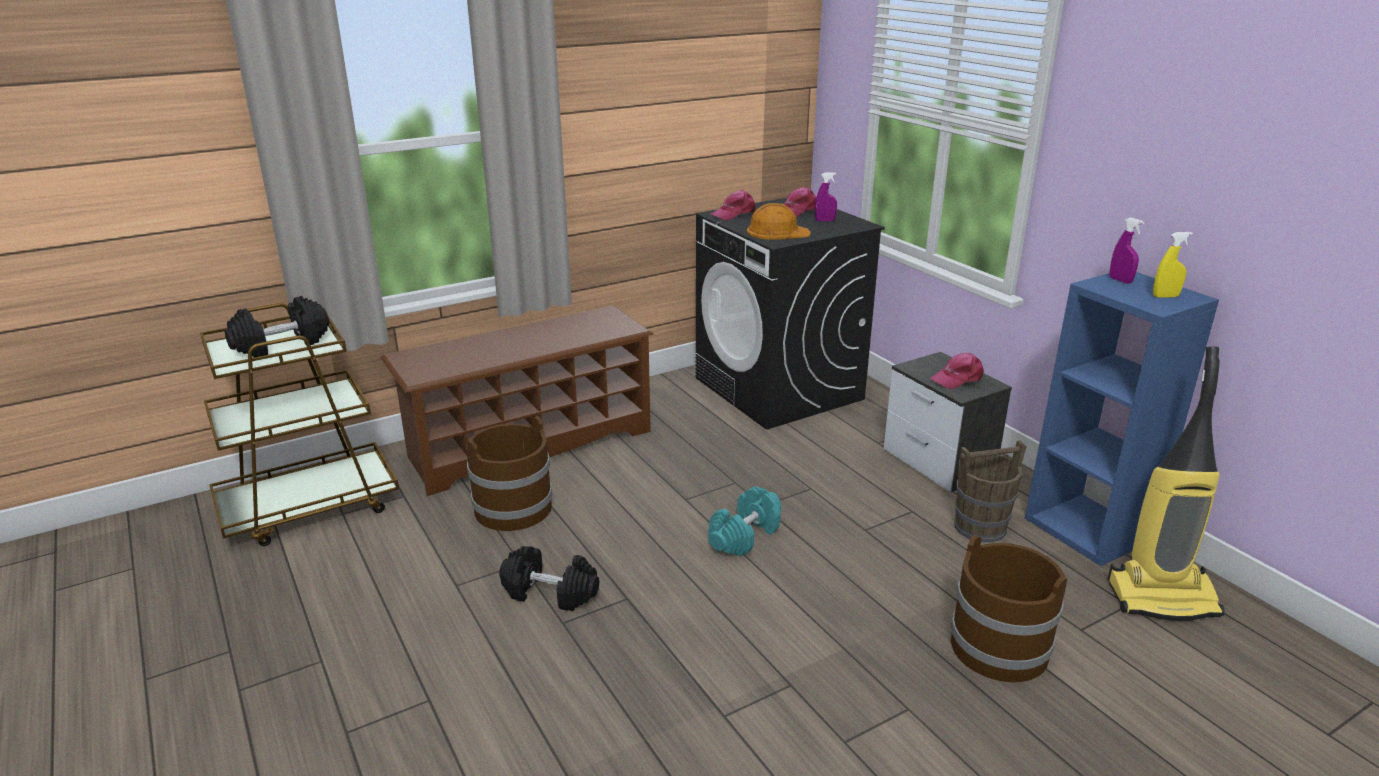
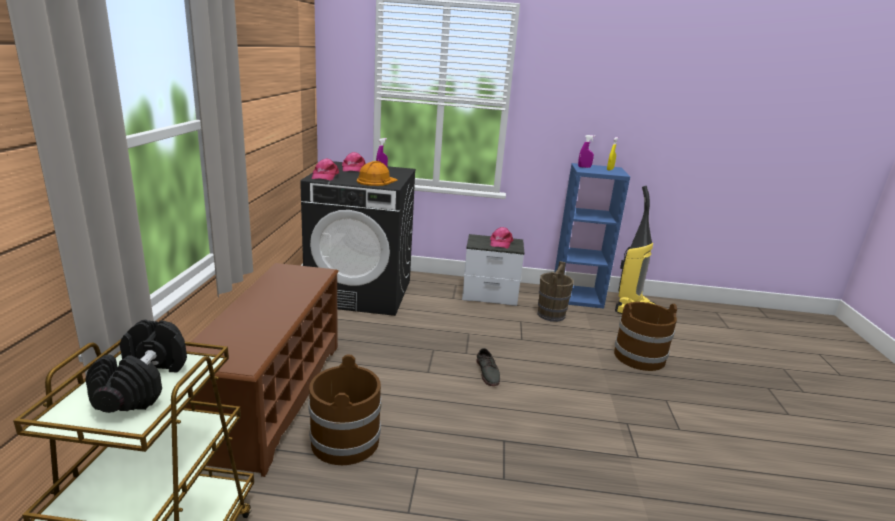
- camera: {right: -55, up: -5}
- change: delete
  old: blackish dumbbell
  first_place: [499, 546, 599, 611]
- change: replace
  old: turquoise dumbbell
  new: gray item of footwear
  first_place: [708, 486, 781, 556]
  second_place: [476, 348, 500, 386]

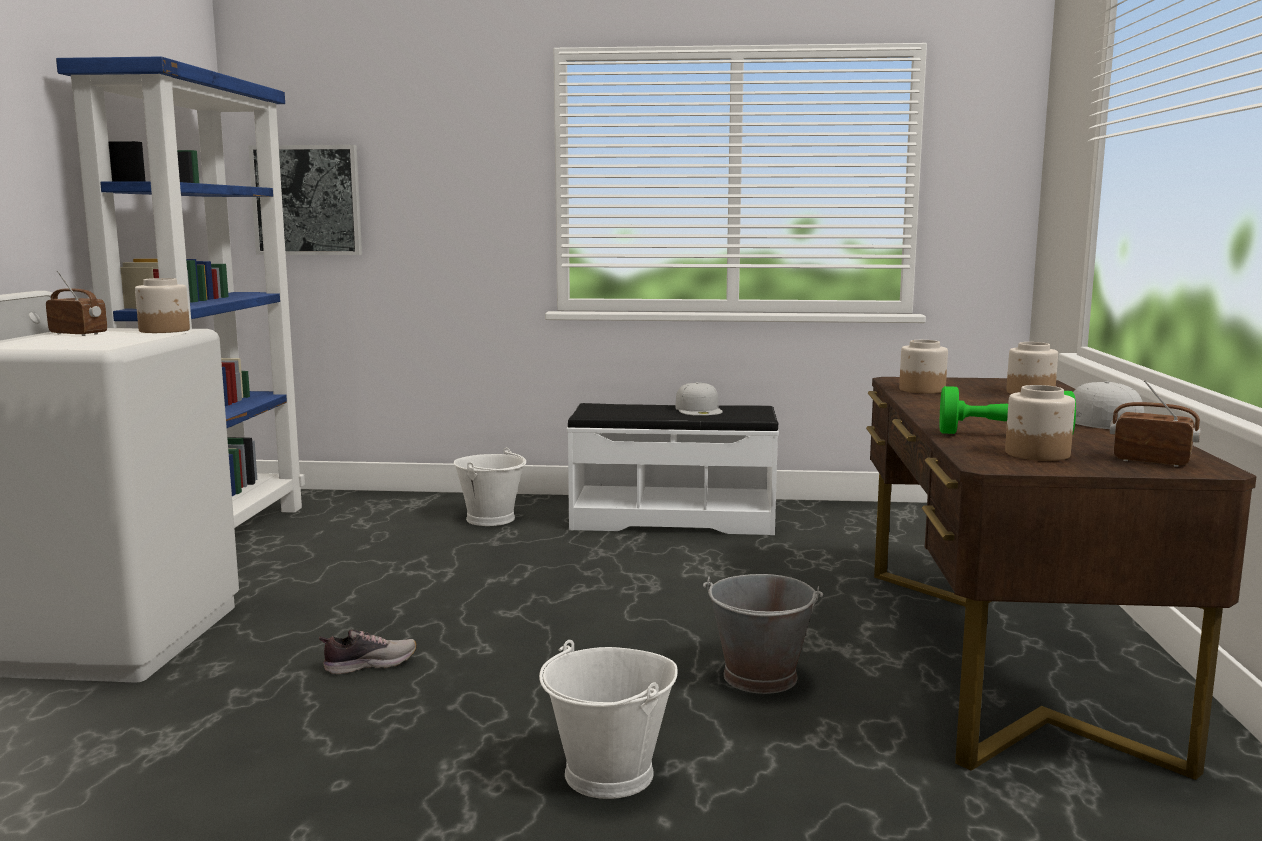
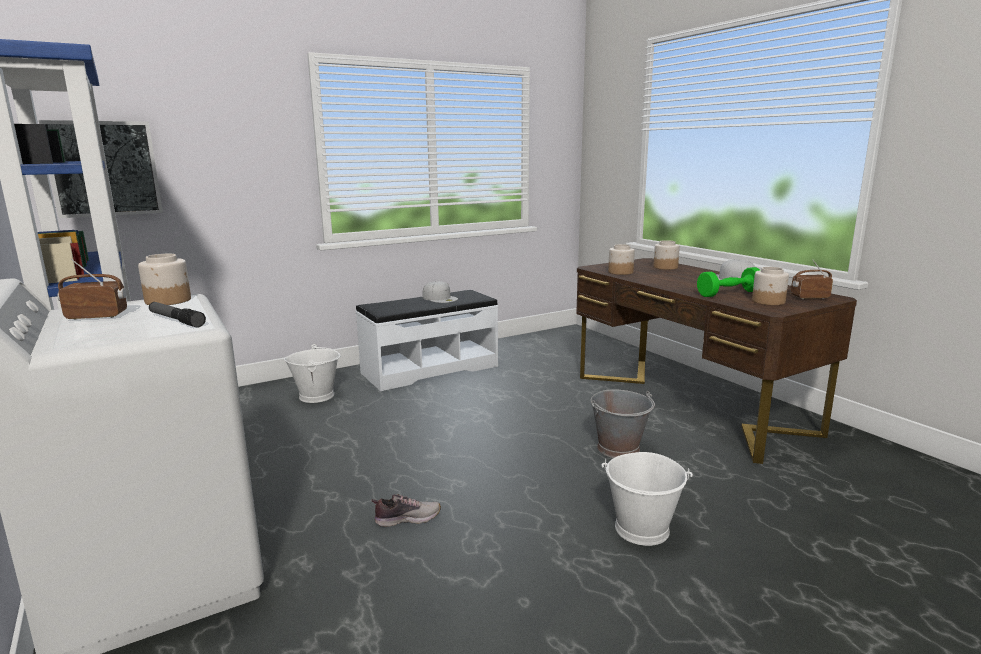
- camera: {right: -35, up: 5}
- change: rotate
  old: item of footwear
  first_place: [319, 629, 416, 674]
  second_place: [372, 494, 441, 527]
  degrees: 45
- change: insert
  new: flashlight
  second_place: [149, 302, 206, 327]

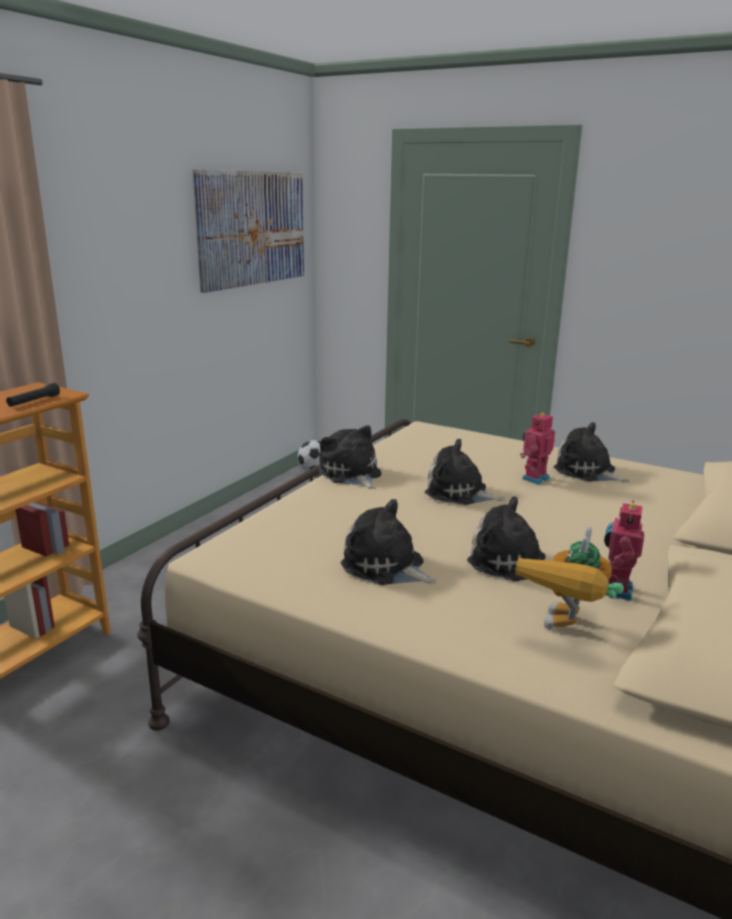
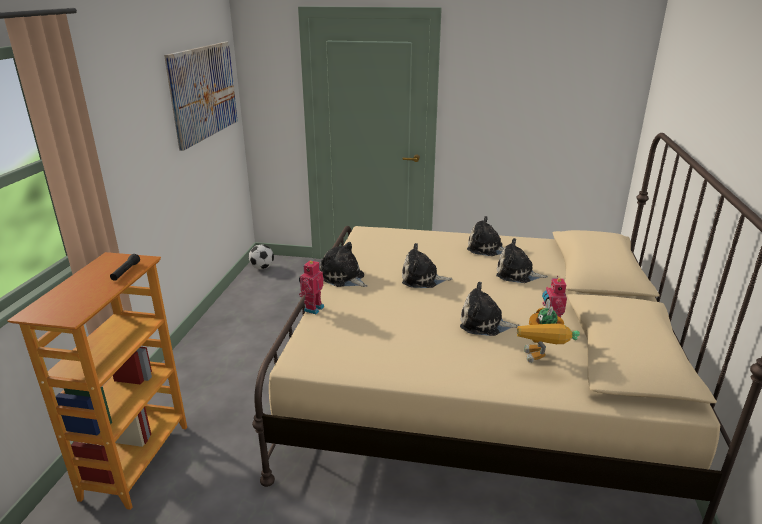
- camera: {right: -20, up: 5}
- change: move
  old: plush toy
  first_place: [341, 499, 437, 585]
  second_place: [496, 238, 548, 283]
- change: move
  old: model robot
  first_place: [520, 412, 555, 484]
  second_place: [299, 259, 324, 314]

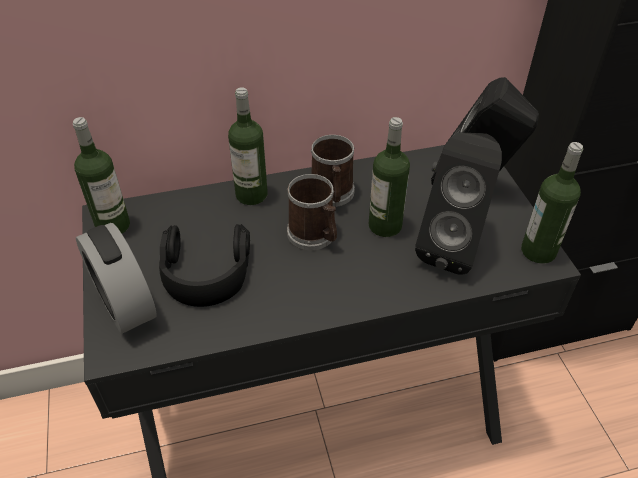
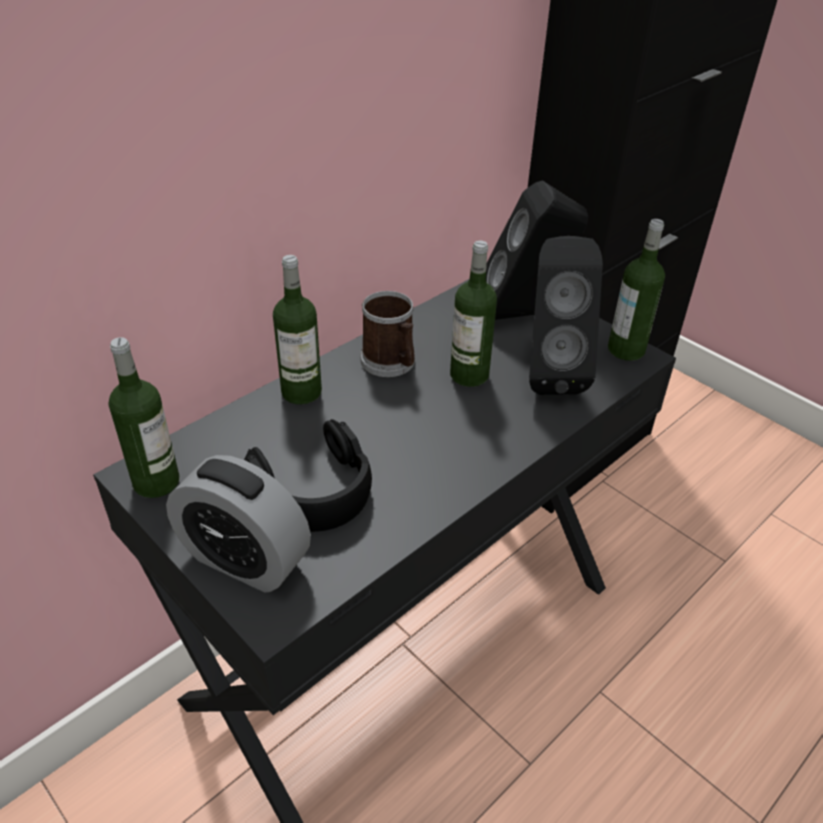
- camera: {right: -30, up: -5}
- change: delete
  old: tea mug
  first_place: [287, 174, 337, 250]

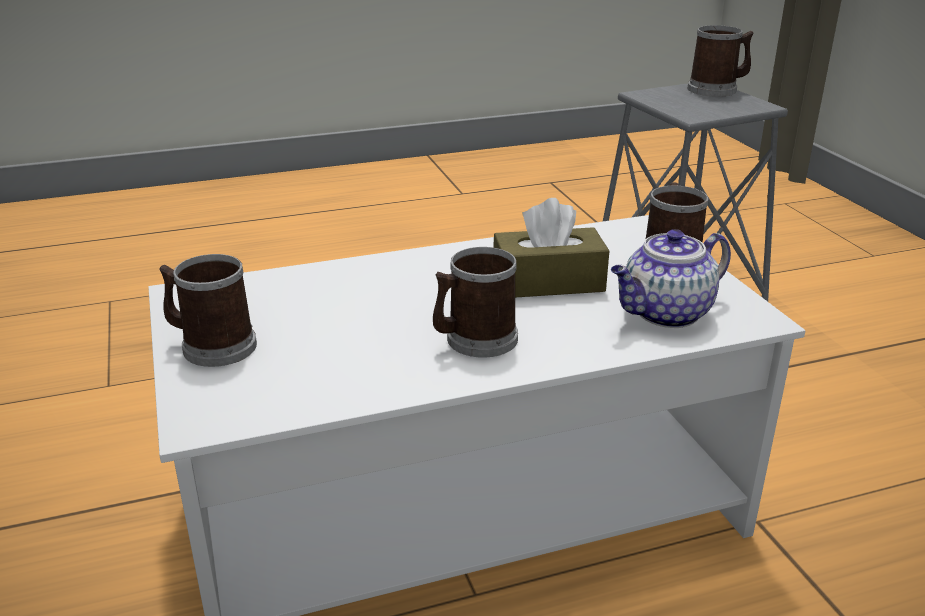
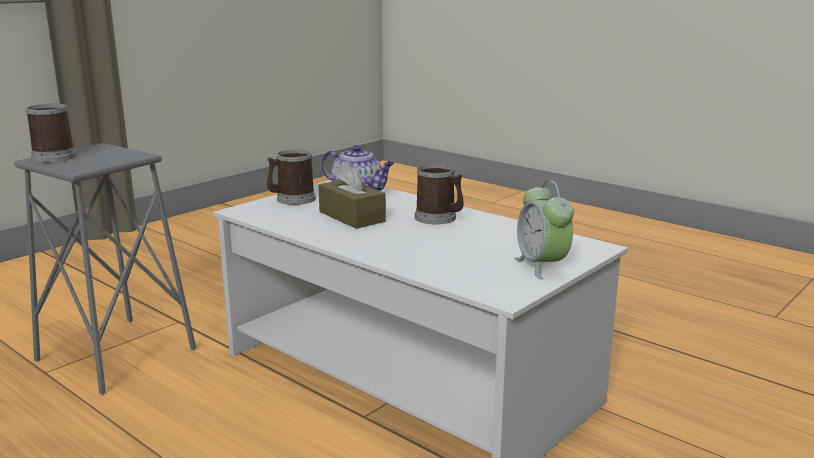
- camera: {right: -120, up: -10}
- change: replace
  old: tea mug
  new: bedside clock
  first_place: [159, 254, 257, 367]
  second_place: [514, 180, 574, 279]

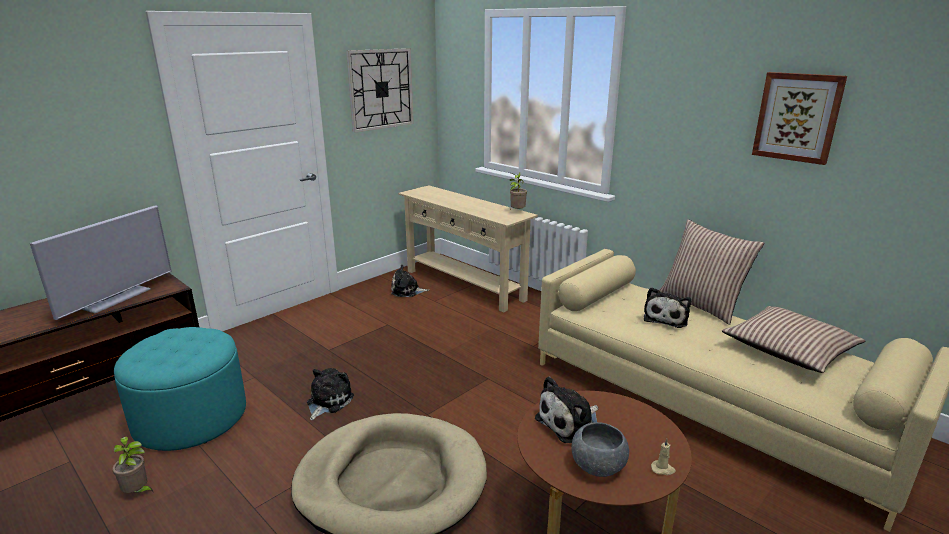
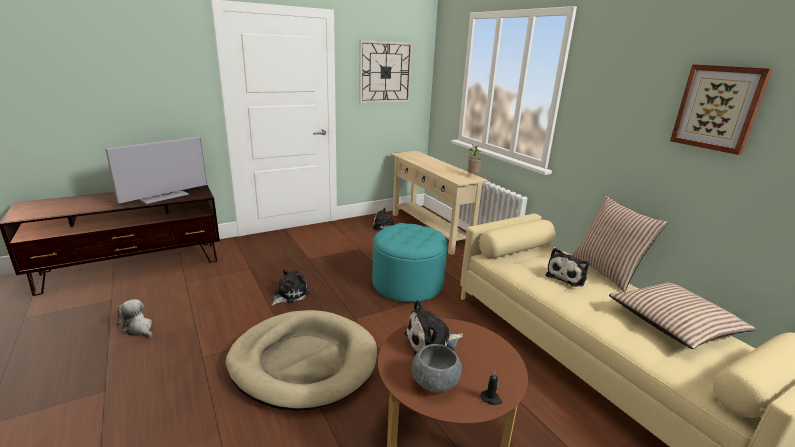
- camera: {right: 15, up: 0}
- change: replace
  old: houseplant
  new: plush toy
  first_place: [112, 437, 153, 493]
  second_place: [117, 299, 152, 338]
- change: move
  old: turquoise ottoman
  first_place: [114, 327, 246, 451]
  second_place: [372, 223, 447, 302]
- change: recolor
  old: sand-coloured wax light
  new: blackish wax light
  first_place: [651, 439, 676, 475]
  second_place: [480, 372, 502, 405]

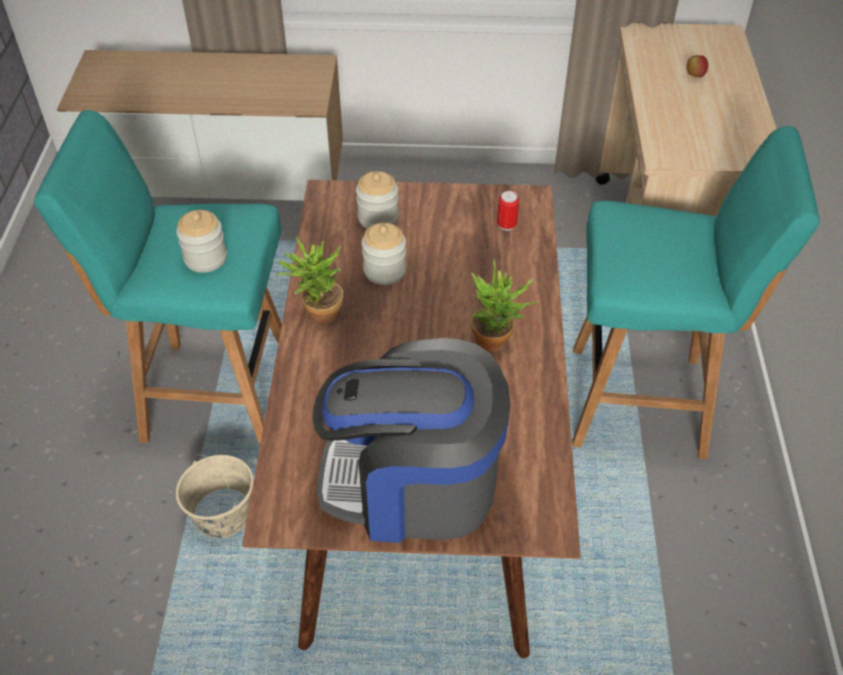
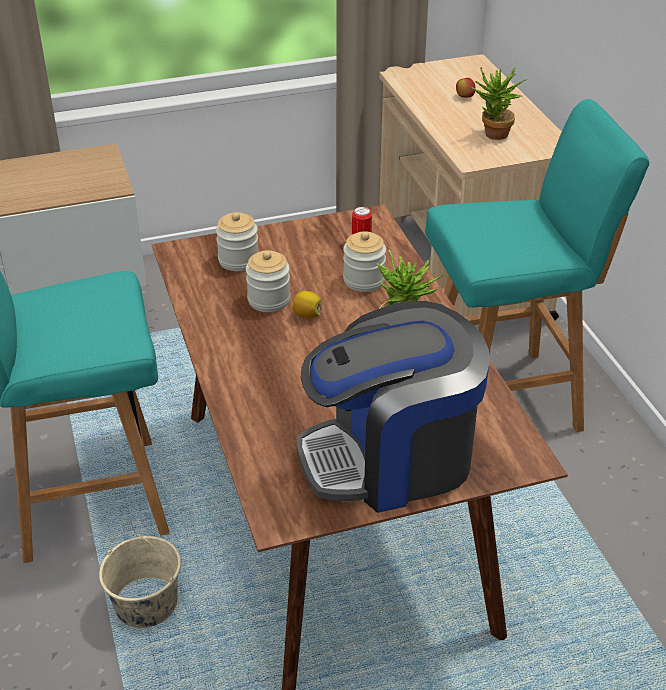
- camera: {right: -20, up: -10}
- change: move
  old: jar
  first_place: [176, 210, 227, 273]
  second_place: [343, 231, 386, 292]
- change: move
  old: houseplant
  first_place: [277, 236, 343, 324]
  second_place: [472, 67, 528, 140]
- change: insert
  new: lemon
  second_place: [292, 291, 322, 318]

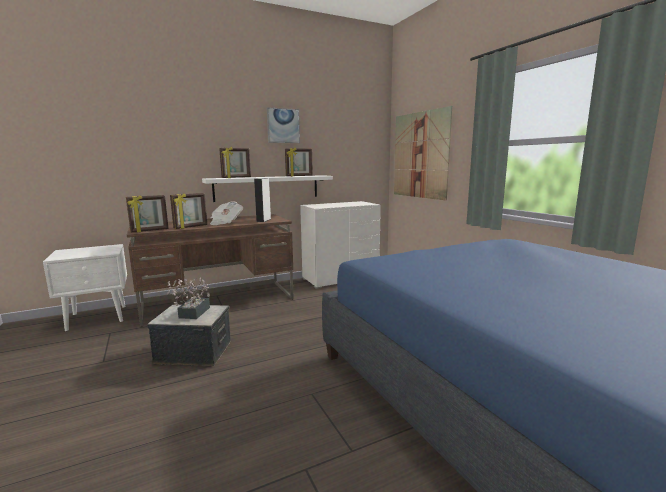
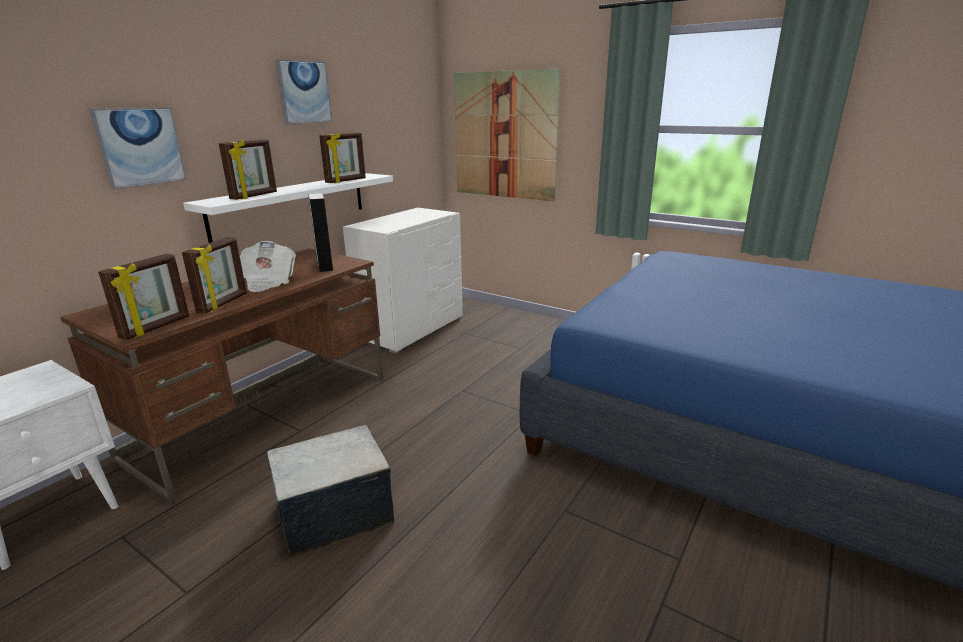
- camera: {right: -30, up: 10}
- change: delete
  old: houseplant
  first_place: [167, 278, 210, 319]
- change: insert
  new: wall picture
  second_place: [89, 107, 187, 190]

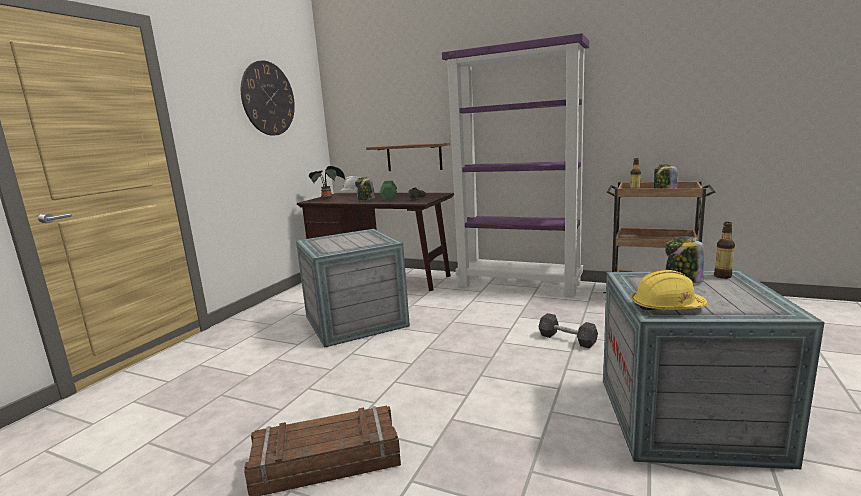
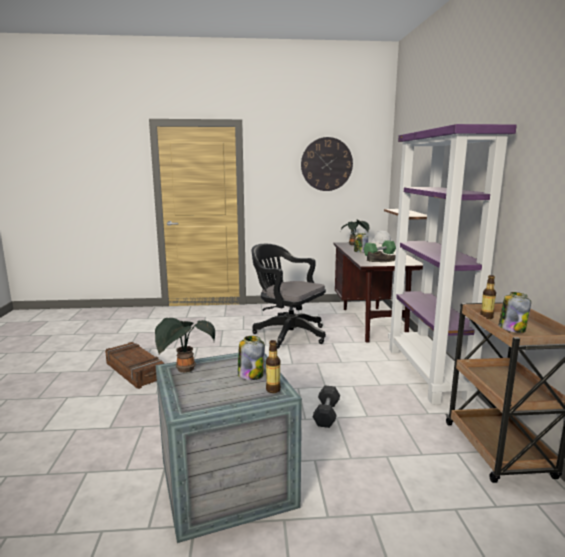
- camera: {right: 60, up: 0}
- change: replace
  old: shipping crate
  new: blackish office chair
  first_place: [296, 229, 410, 347]
  second_place: [252, 244, 326, 349]
- change: replace
  old: yellowish hard hat
  new: houseplant
  first_place: [632, 270, 707, 310]
  second_place: [155, 318, 215, 373]

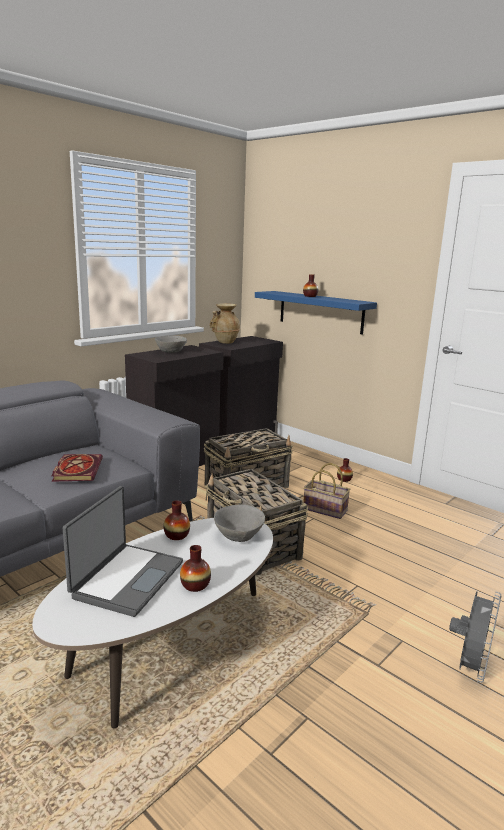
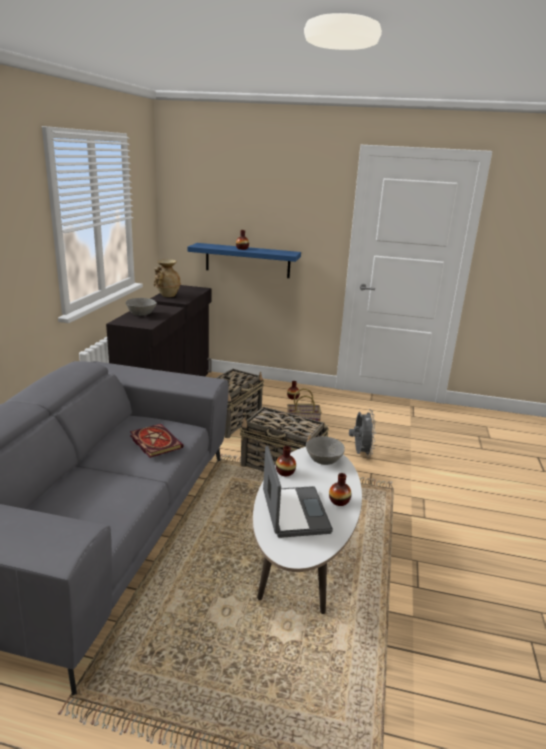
- camera: {right: -30, up: 5}
- change: move
  old: gray electric fan
  first_place: [449, 591, 501, 683]
  second_place: [349, 409, 376, 458]

